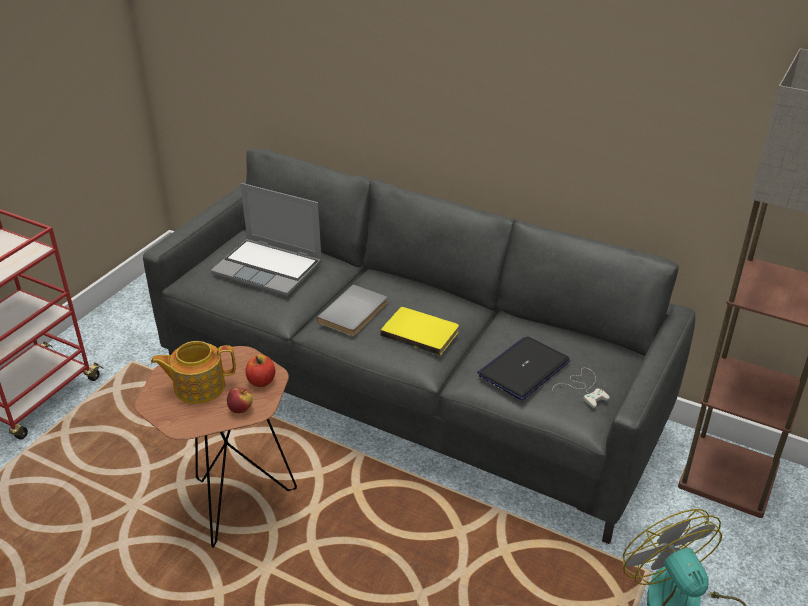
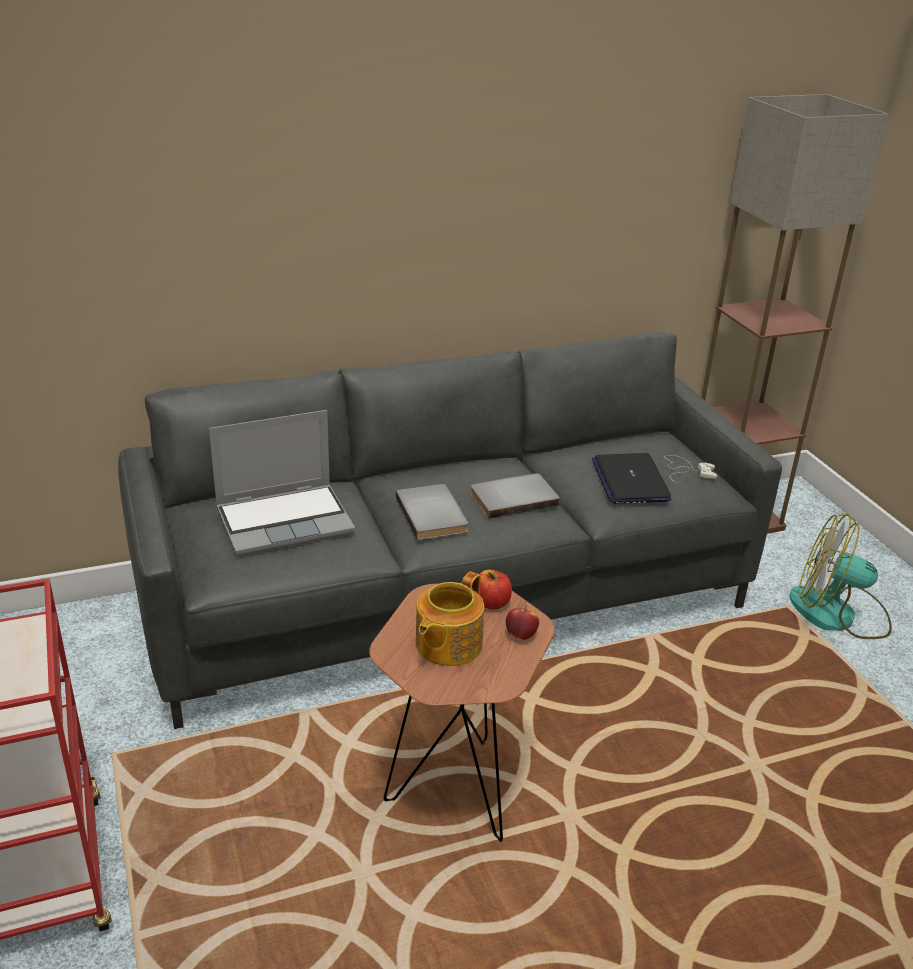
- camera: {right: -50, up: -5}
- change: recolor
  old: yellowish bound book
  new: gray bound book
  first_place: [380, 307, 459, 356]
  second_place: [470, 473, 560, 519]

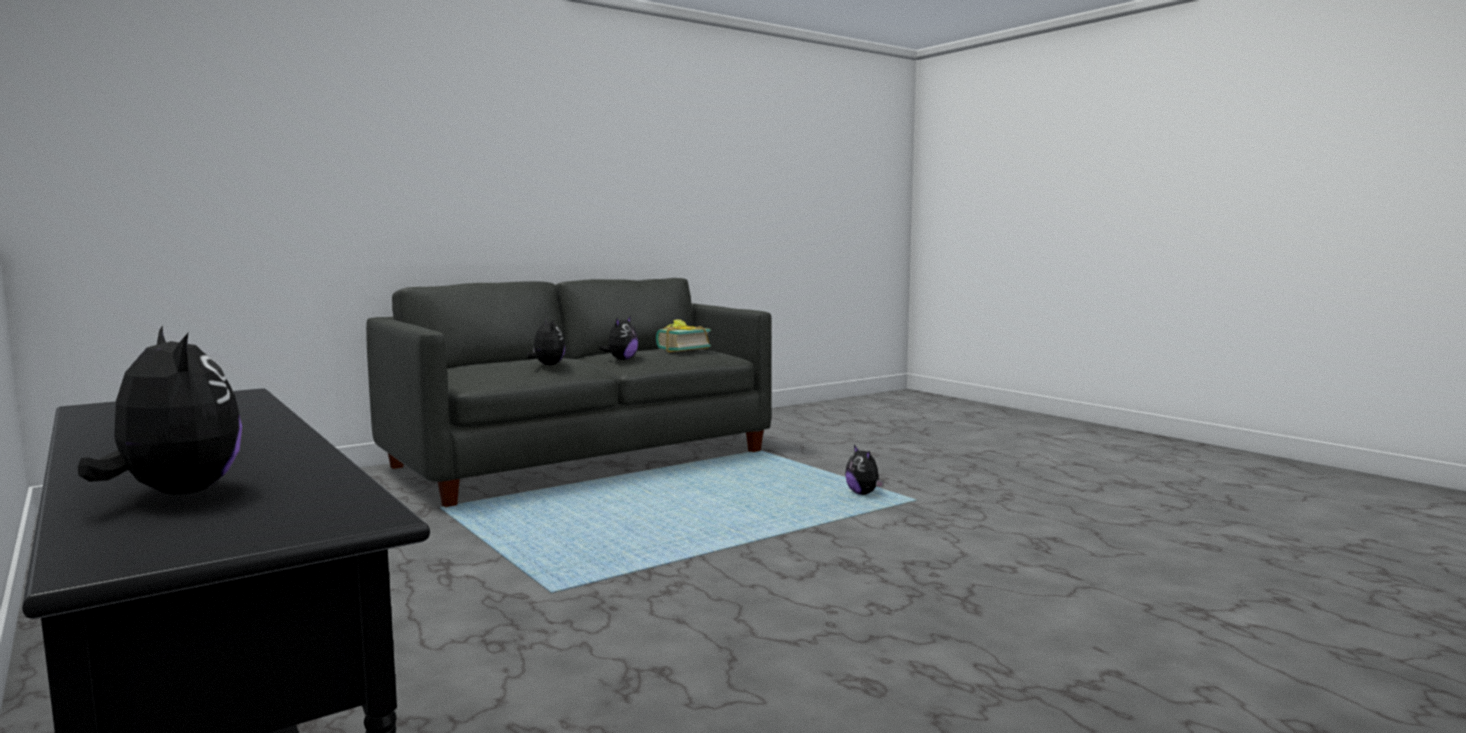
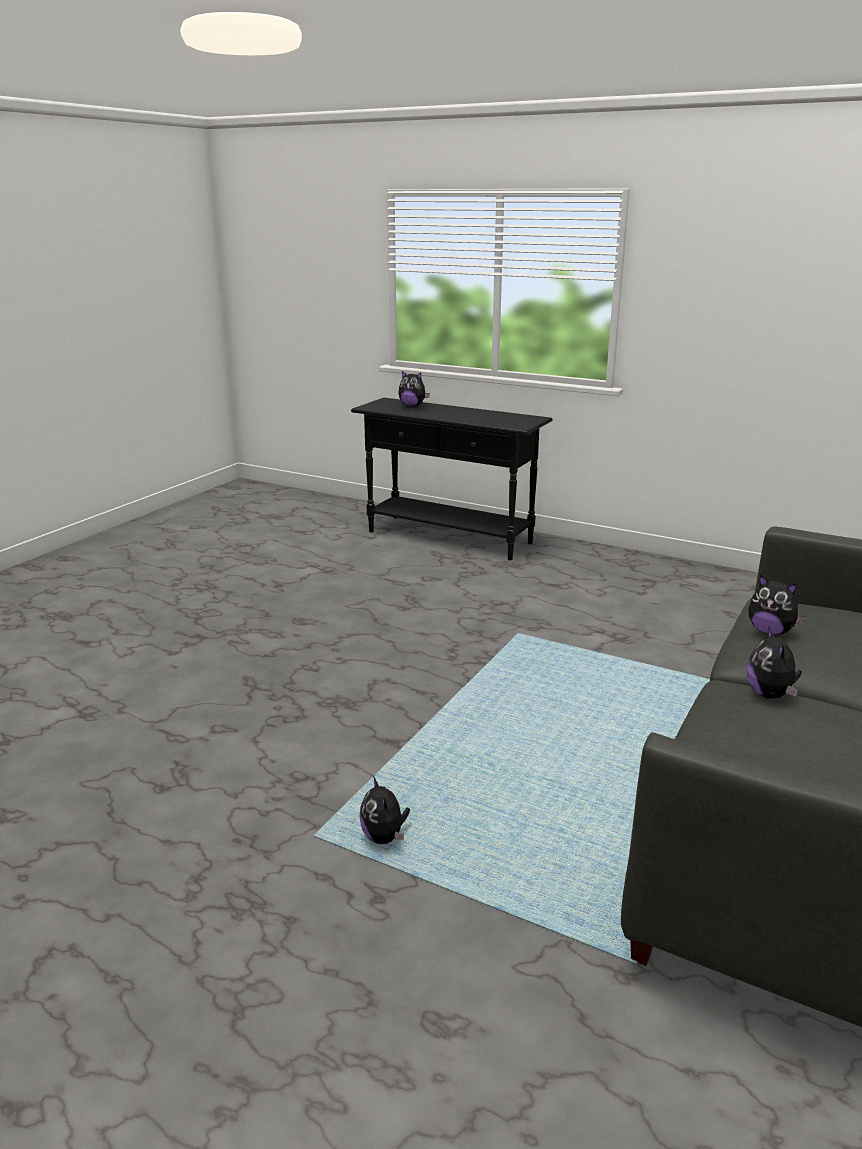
- camera: {right: 155, up: 15}
- change: delete
  old: bound book
  first_place: [656, 319, 711, 352]
- change: rotate
  old: plush toy
  first_place: [845, 445, 884, 495]
  second_place: [359, 776, 410, 844]
  degrees: -150

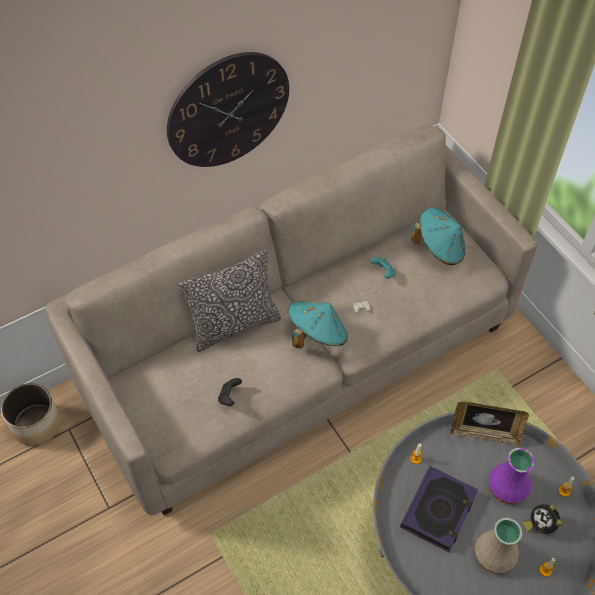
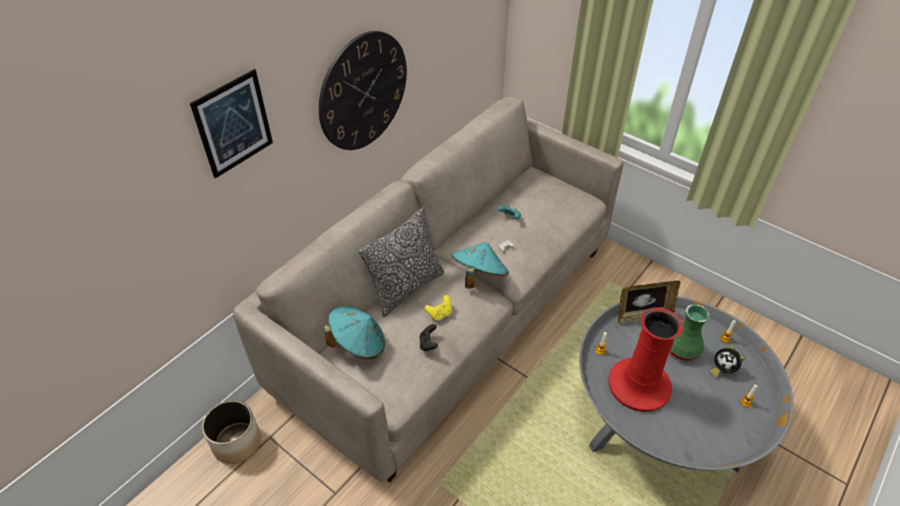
- camera: {right: -20, up: -10}
- change: replace
  old: bound book
  new: reddish vase
  first_place: [400, 466, 478, 552]
  second_place: [608, 307, 683, 412]
- change: move
  old: turquoise clothing hat
  first_place: [411, 208, 465, 265]
  second_place: [323, 306, 385, 359]
- change: delete
  old: sand-coloured vase
  first_place: [475, 518, 522, 573]
- change: recolor
  old: purple-coloured vase
  new: green vase
  first_place: [489, 448, 535, 504]
  second_place: [670, 304, 710, 361]
- change: insert
  new: wall picture
  second_place: [190, 69, 273, 179]
- change: insert
  new: yellowish joypad
  second_place: [425, 295, 452, 320]

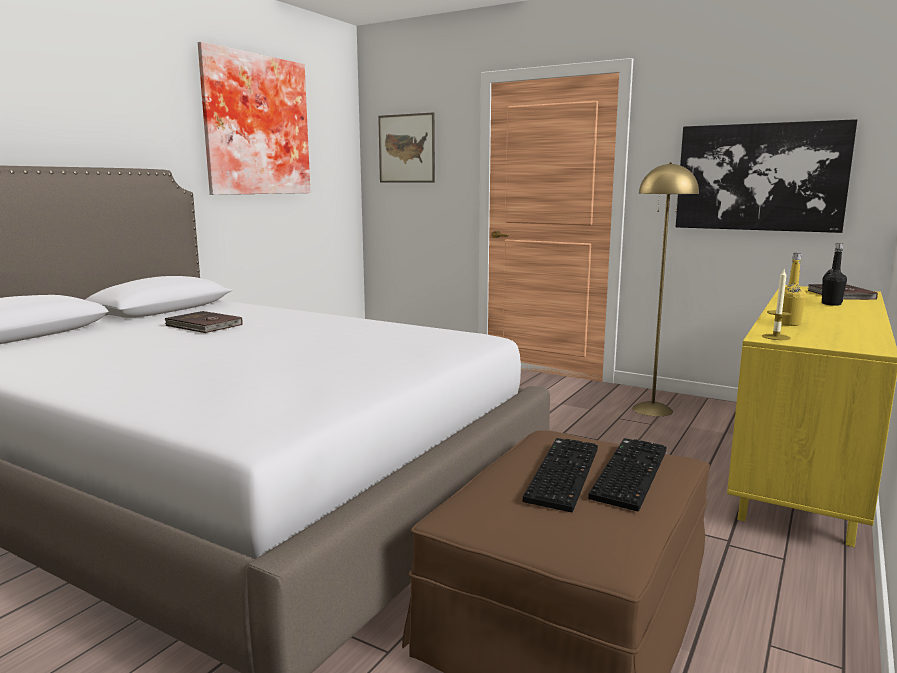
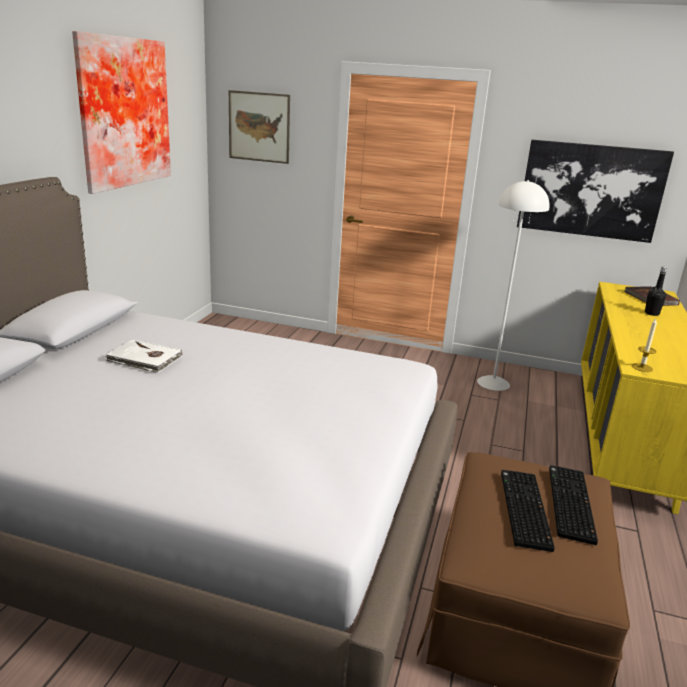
- camera: {right: -15, up: 10}
- change: recolor
  old: brown bound book
  new: whitish bound book
  first_place: [164, 311, 243, 333]
  second_place: [105, 339, 182, 373]
- change: recolor
  old: yellowish standard lamp
  new: whitish standard lamp
  first_place: [632, 162, 699, 416]
  second_place: [477, 180, 550, 391]
- change: delete
  old: yellowish bottle
  first_place: [781, 253, 806, 326]

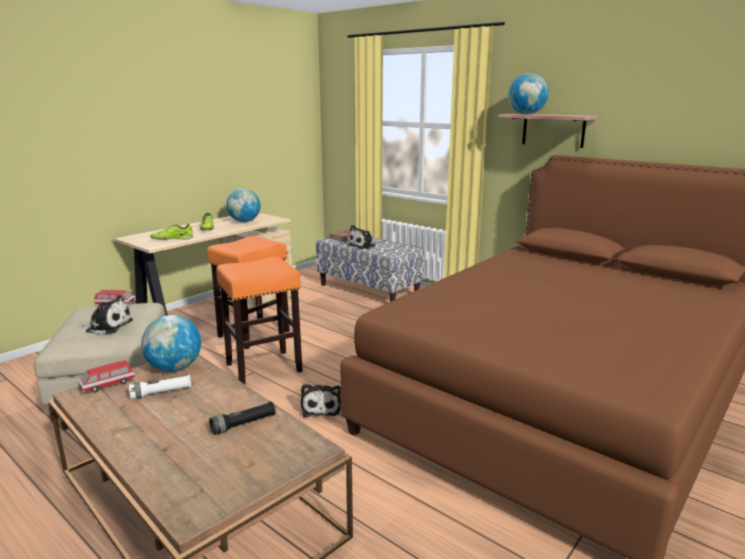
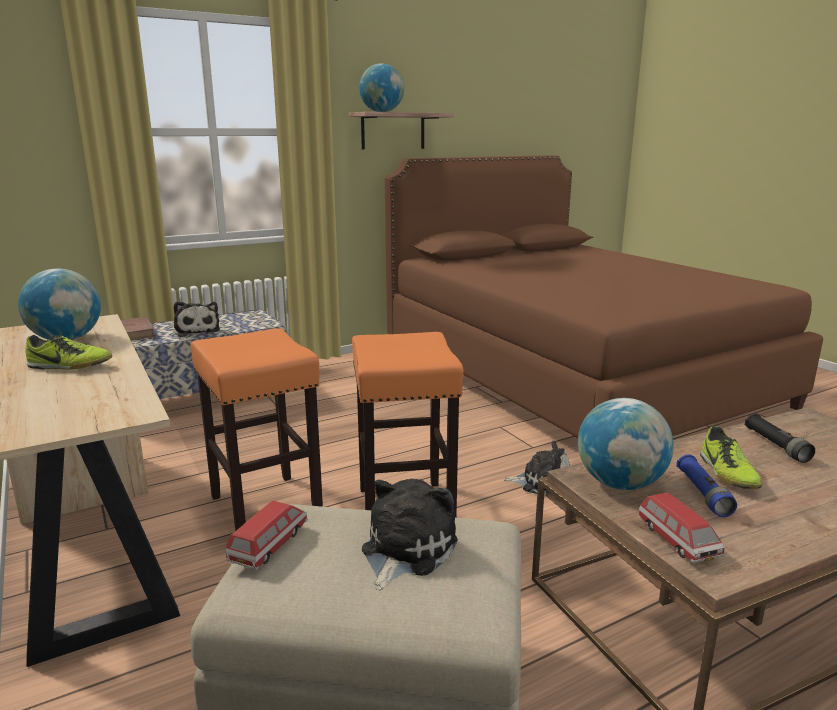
- camera: {right: -70, up: 0}
- change: recolor
  old: whitish flashlight
  new: blue-coloured flashlight
  first_place: [129, 375, 191, 399]
  second_place: [676, 454, 737, 517]
- change: move
  old: item of footwear
  first_place: [150, 224, 193, 240]
  second_place: [700, 426, 762, 489]

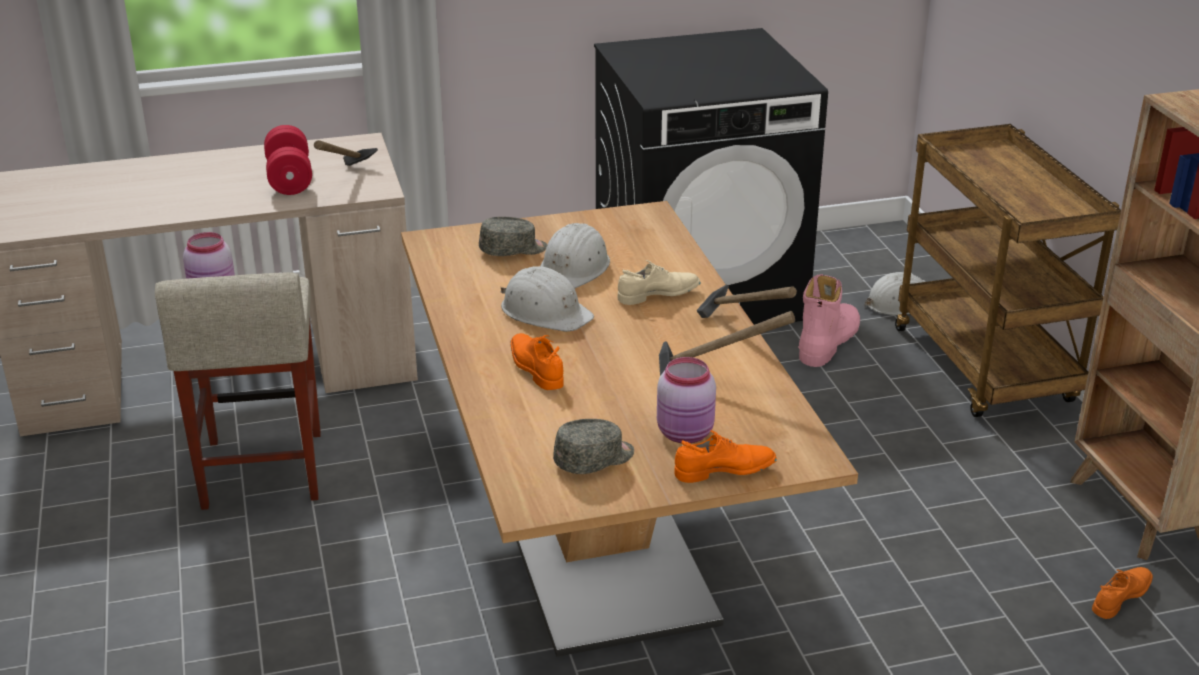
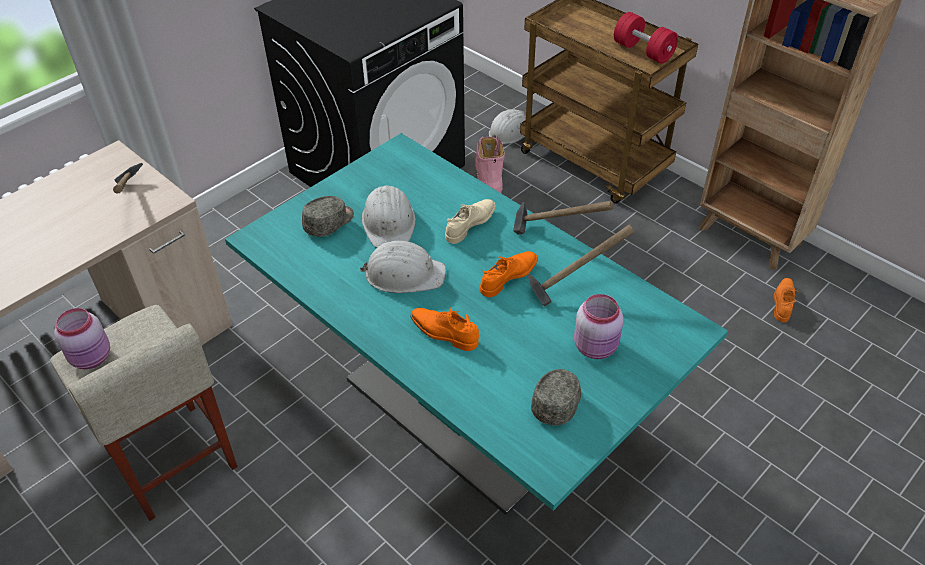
- camera: {right: -30, up: 15}
- change: move
  old: reddish dumbbell
  first_place: [264, 125, 312, 195]
  second_place: [614, 12, 678, 64]
- change: recolor
  old: brown kitchen table
  new: turquoise kitchen table
  first_place: [401, 201, 858, 657]
  second_place: [225, 133, 728, 515]
- change: move
  old: orange item of footwear
  first_place: [674, 430, 777, 483]
  second_place: [480, 251, 538, 297]

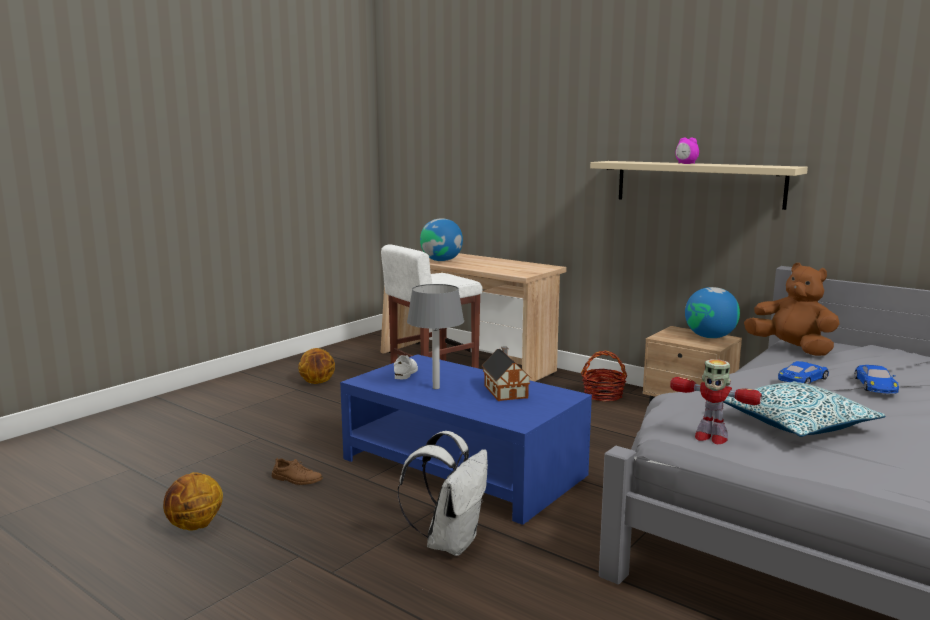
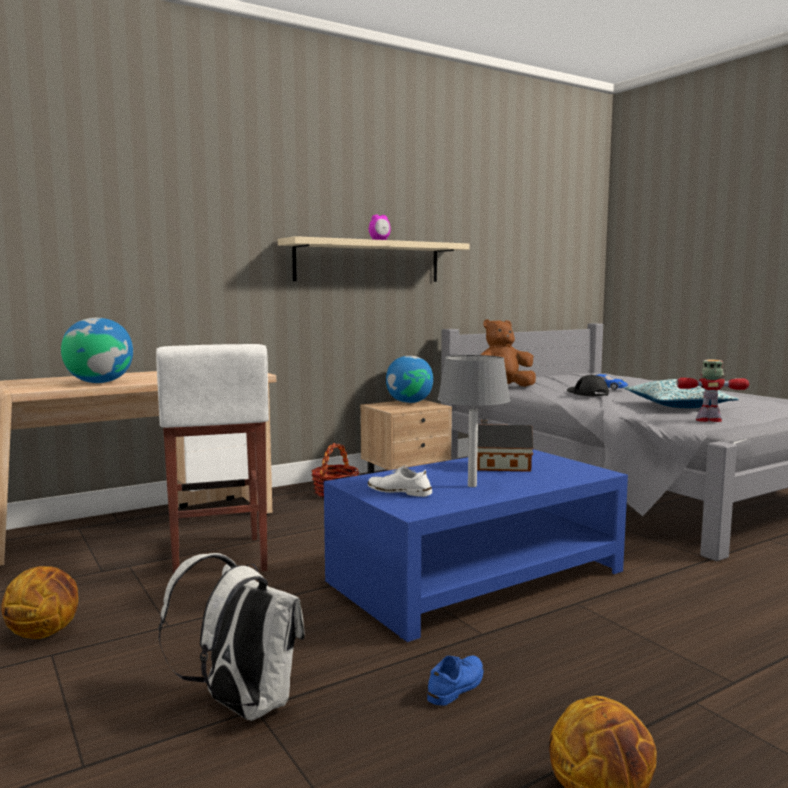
- camera: {right: -70, up: -5}
- change: recolor
  old: brown item of footwear
  new: blue-coloured item of footwear
  first_place: [272, 457, 323, 485]
  second_place: [427, 656, 483, 705]
- change: move
  old: whitish backpack
  first_place: [398, 431, 488, 556]
  second_place: [158, 553, 305, 721]
- change: rotate
  old: model robot
  first_place: [670, 359, 762, 444]
  second_place: [676, 360, 749, 422]
  degrees: -135
- change: replace
  old: blue-coloured miniature car
  new: blackish cap
  first_place: [778, 361, 829, 384]
  second_place: [567, 375, 609, 397]

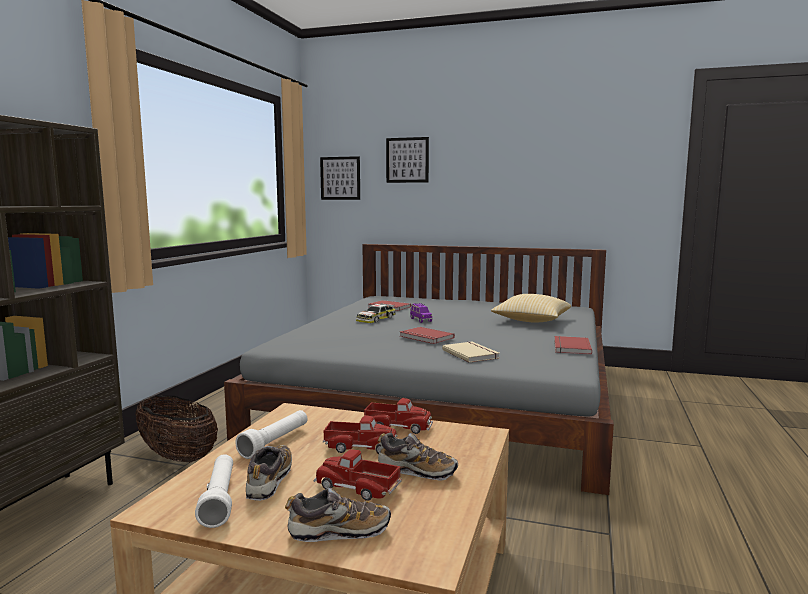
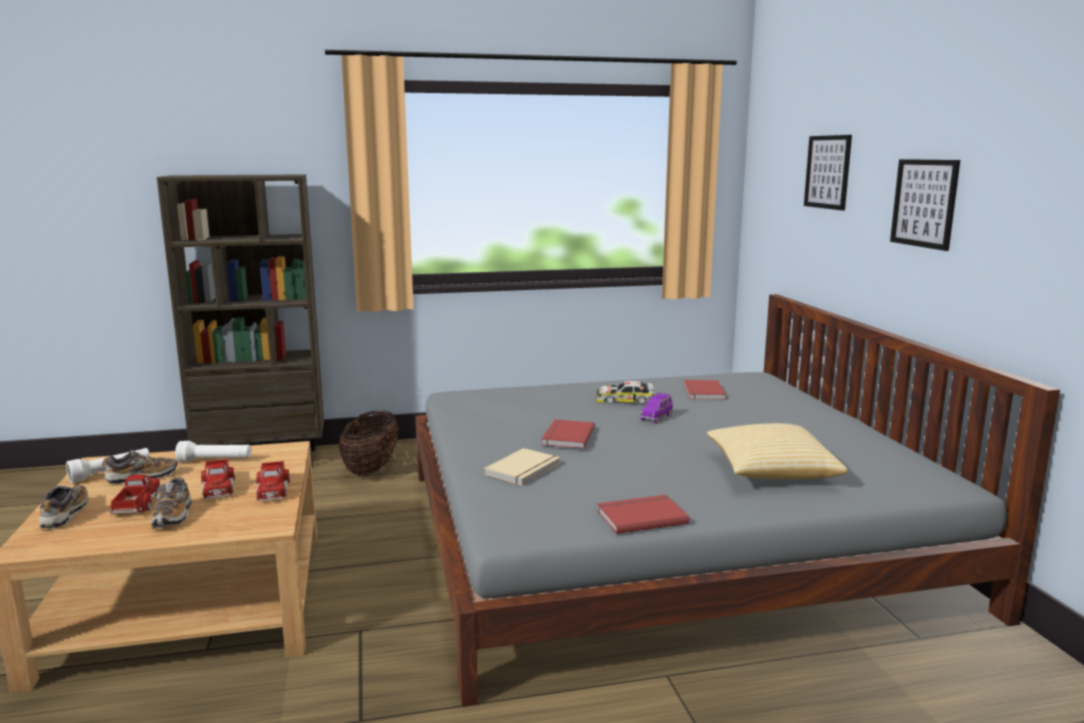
- camera: {right: 60, up: 5}
- change: rotate
  old: item of footwear
  first_place: [285, 488, 391, 542]
  second_place: [39, 485, 88, 529]
  degrees: -150
- change: move
  old: wall picture
  first_place: [320, 156, 360, 200]
  second_place: [890, 159, 960, 251]

